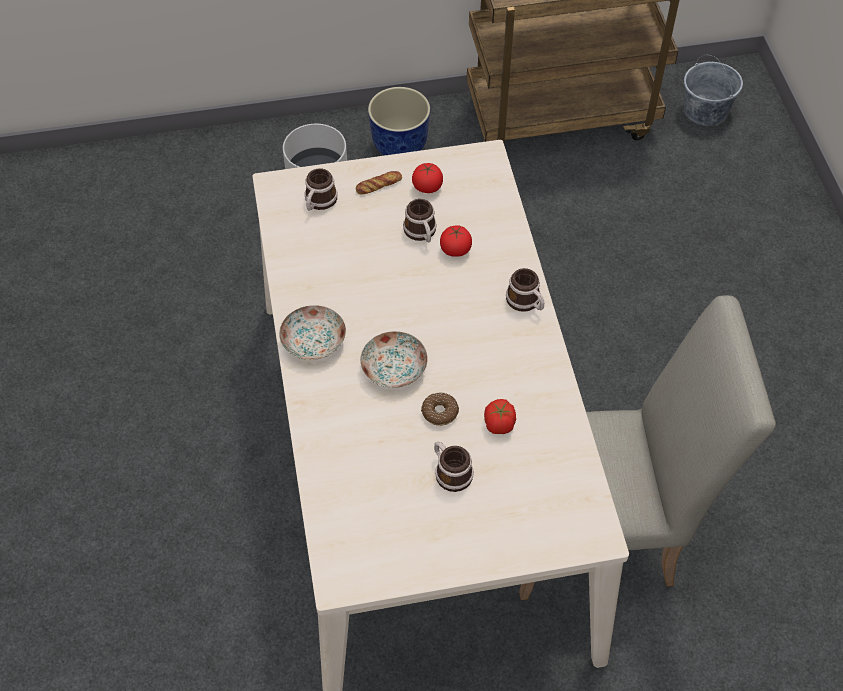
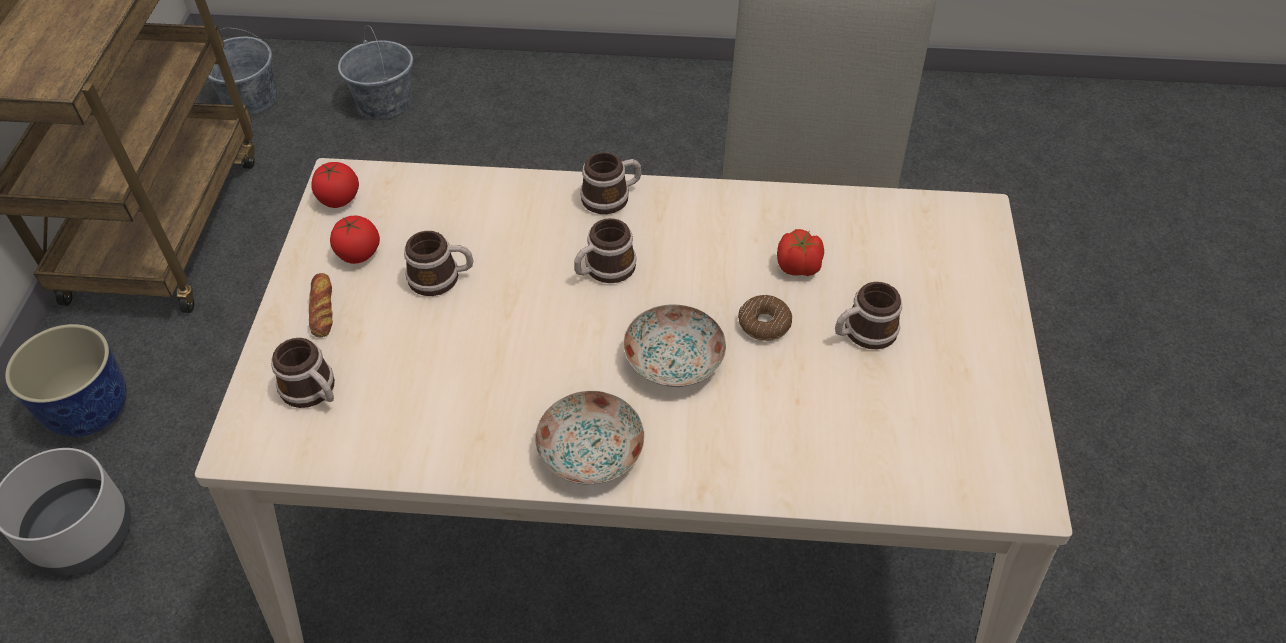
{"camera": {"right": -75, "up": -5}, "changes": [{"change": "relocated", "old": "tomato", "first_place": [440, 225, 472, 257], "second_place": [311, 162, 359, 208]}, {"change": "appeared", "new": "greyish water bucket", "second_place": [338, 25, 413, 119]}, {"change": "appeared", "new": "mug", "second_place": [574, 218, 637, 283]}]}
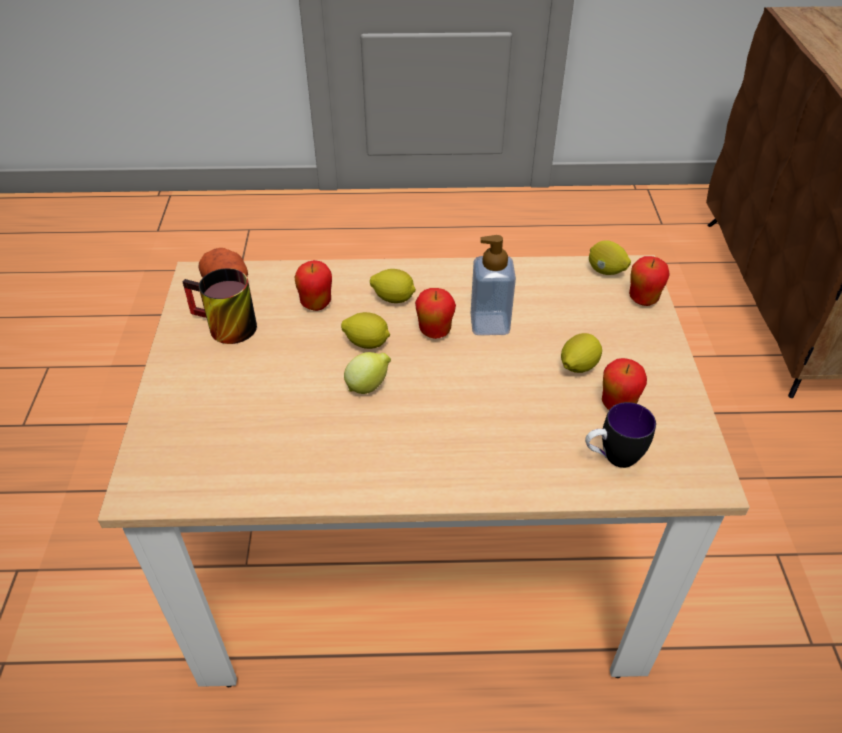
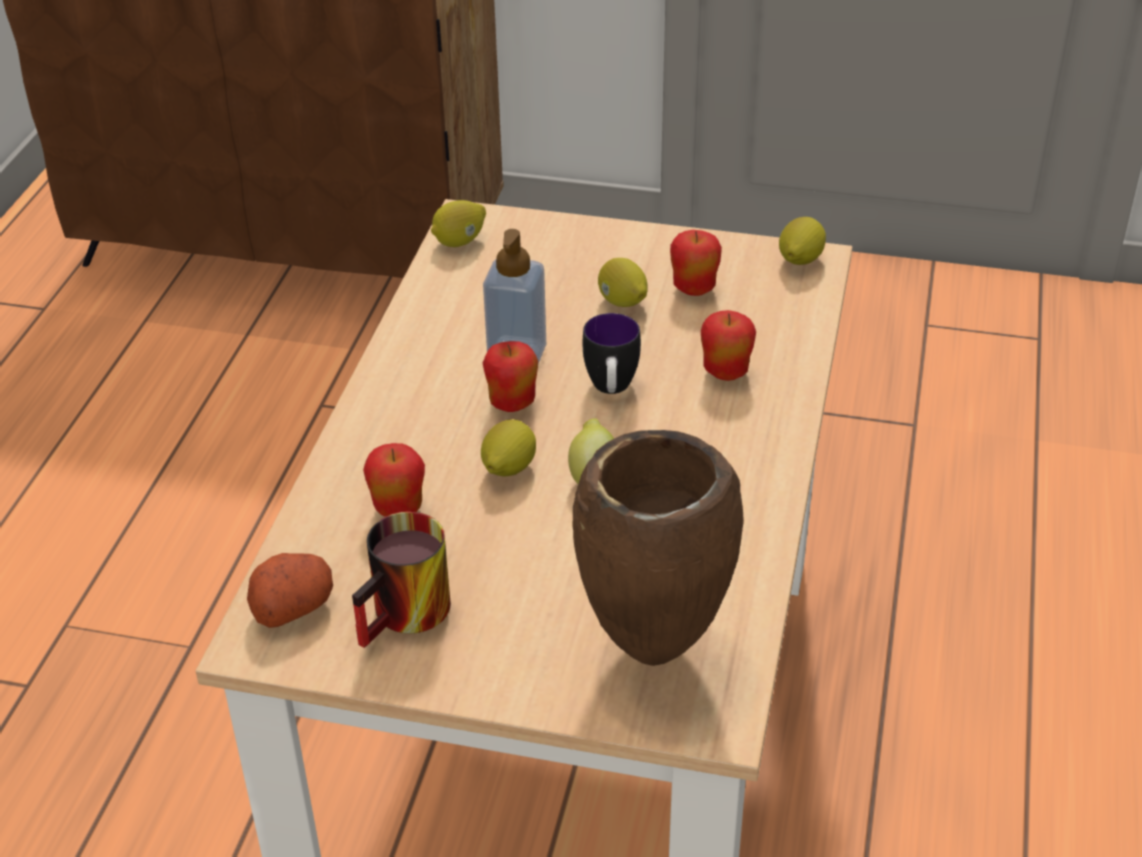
{"camera": {"right": -75, "up": -5}, "changes": [{"change": "relocated", "old": "citrus fruit", "first_place": [370, 269, 416, 303], "second_place": [779, 217, 826, 265]}, {"change": "relocated", "old": "mug", "first_place": [585, 402, 656, 468], "second_place": [583, 313, 641, 394]}, {"change": "relocated", "old": "apple", "first_place": [629, 256, 670, 306], "second_place": [701, 310, 756, 381]}, {"change": "appeared", "new": "brown-coloured decorative vase", "second_place": [573, 430, 744, 666]}]}
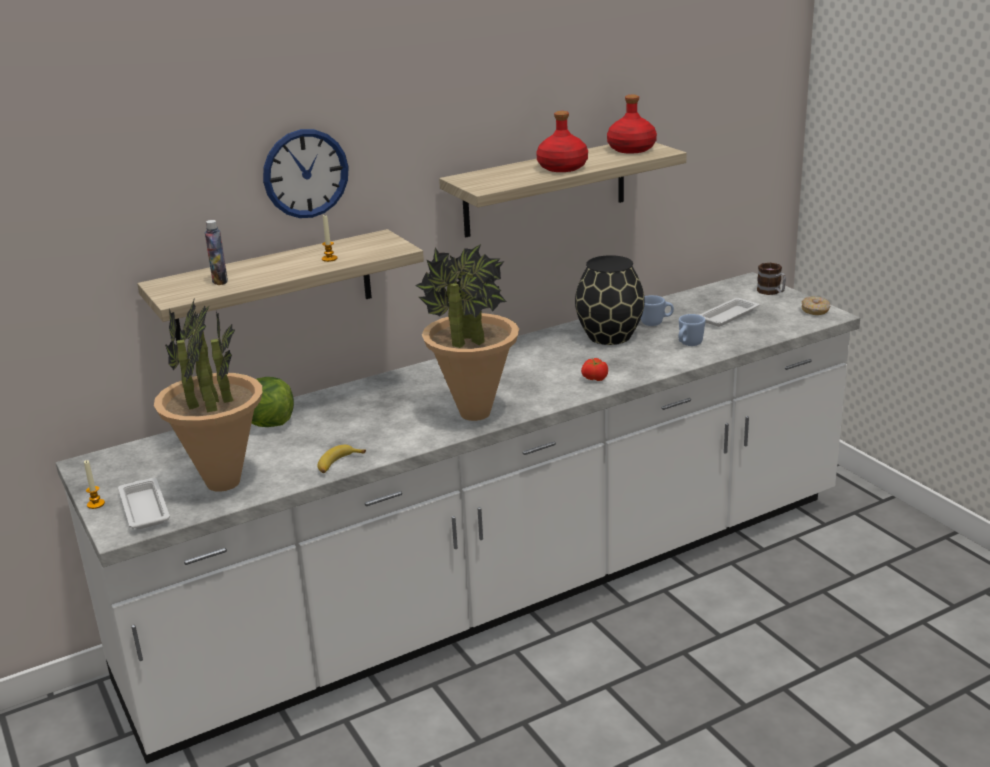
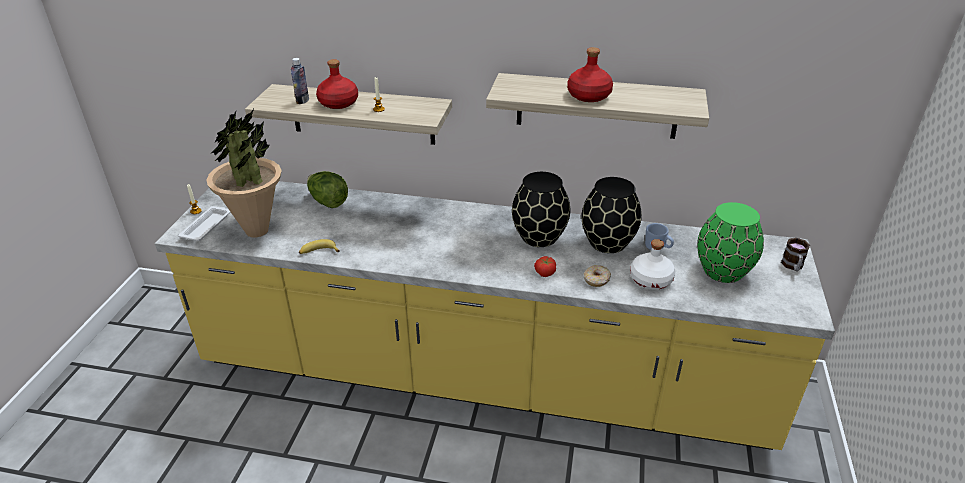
{"camera": {"right": 40, "up": 10}, "changes": [{"change": "colour", "old": "white kitchen base unit", "new": "yellow kitchen base unit", "first_place": [56, 272, 860, 764], "second_place": [155, 181, 835, 450]}, {"change": "missing", "old": "wall clock", "first_place": [263, 129, 349, 218]}, {"change": "missing", "old": "potted plant", "first_place": [415, 244, 519, 421]}, {"change": "relocated", "old": "red-coloured drink bottle", "first_place": [607, 95, 657, 154], "second_place": [316, 59, 358, 109]}, {"change": "exchanged", "old": "bluish mug", "new": "white drink bottle", "first_place": [678, 314, 705, 346], "second_place": [630, 239, 675, 290]}, {"change": "exchanged", "old": "white carrying tray", "new": "greenish decorative vase", "first_place": [699, 298, 759, 327], "second_place": [697, 202, 764, 283]}, {"change": "relocated", "old": "doughnut", "first_place": [802, 296, 830, 315], "second_place": [584, 265, 611, 287]}, {"change": "appeared", "new": "blackish decorative vase", "second_place": [512, 172, 570, 247]}]}
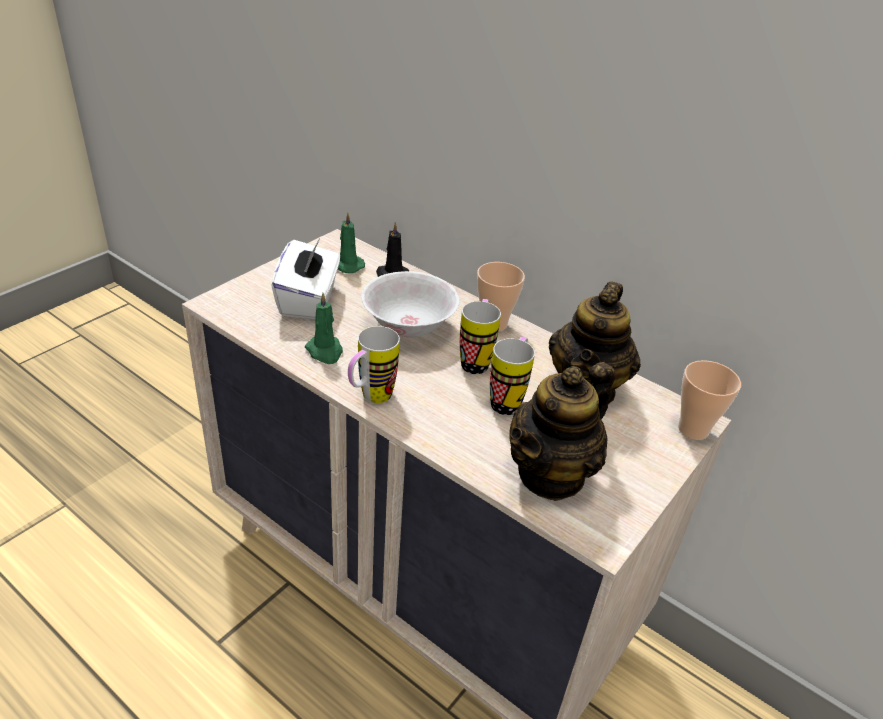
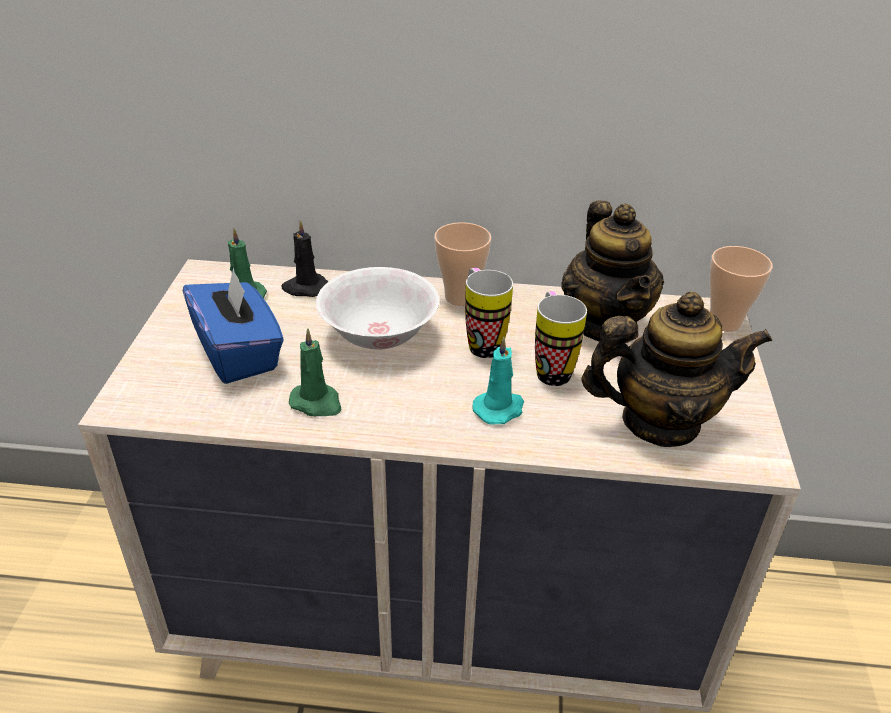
{"camera": {"right": -30, "up": 0}, "changes": [{"change": "colour", "old": "white tissue box", "new": "bluish tissue box", "first_place": [271, 237, 340, 319], "second_place": [183, 267, 284, 384]}, {"change": "missing", "old": "mug", "first_place": [348, 326, 400, 403]}, {"change": "spun", "old": "tea pot", "first_place": [510, 362, 615, 501], "second_place": [582, 292, 772, 447], "degrees": -105}, {"change": "appeared", "new": "turquoise-coloured wax candle", "second_place": [472, 337, 524, 425]}]}
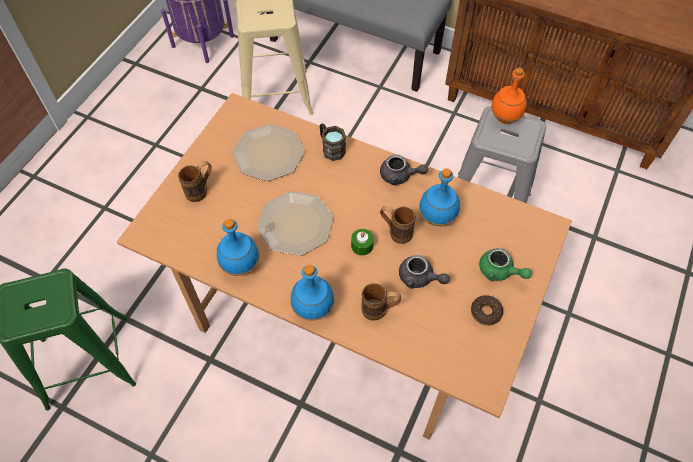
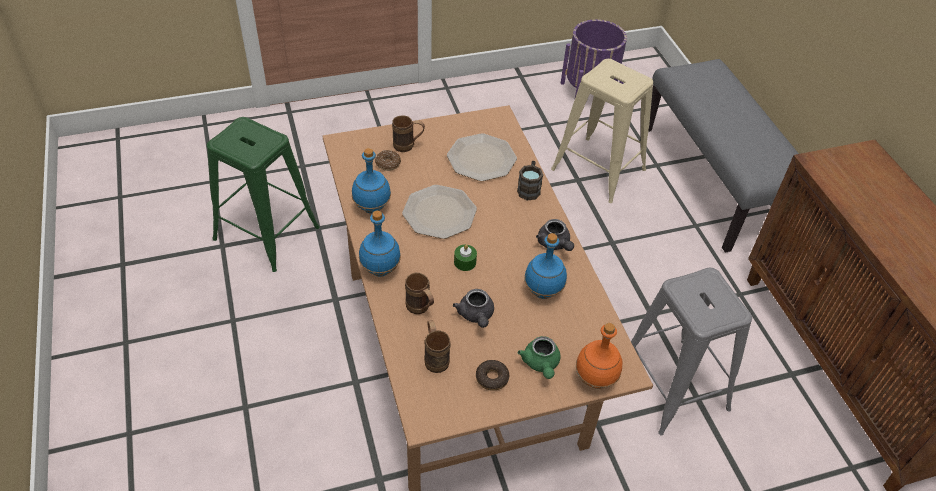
{"camera": {"right": 45, "up": -10}, "changes": [{"change": "relocated", "old": "brown-coloured mug", "first_place": [380, 206, 416, 244], "second_place": [424, 320, 450, 373]}, {"change": "relocated", "old": "orange drink bottle", "first_place": [491, 68, 527, 124], "second_place": [576, 323, 622, 389]}, {"change": "appeared", "new": "doughnut", "second_place": [375, 150, 401, 171]}]}
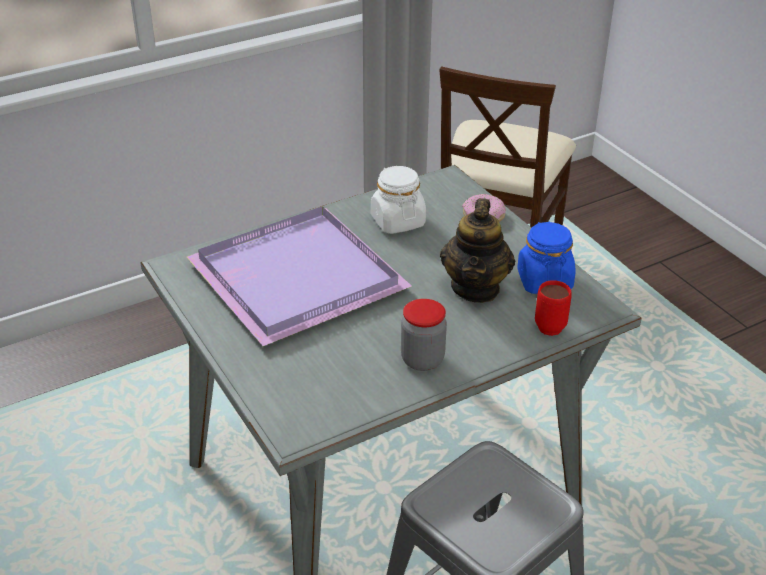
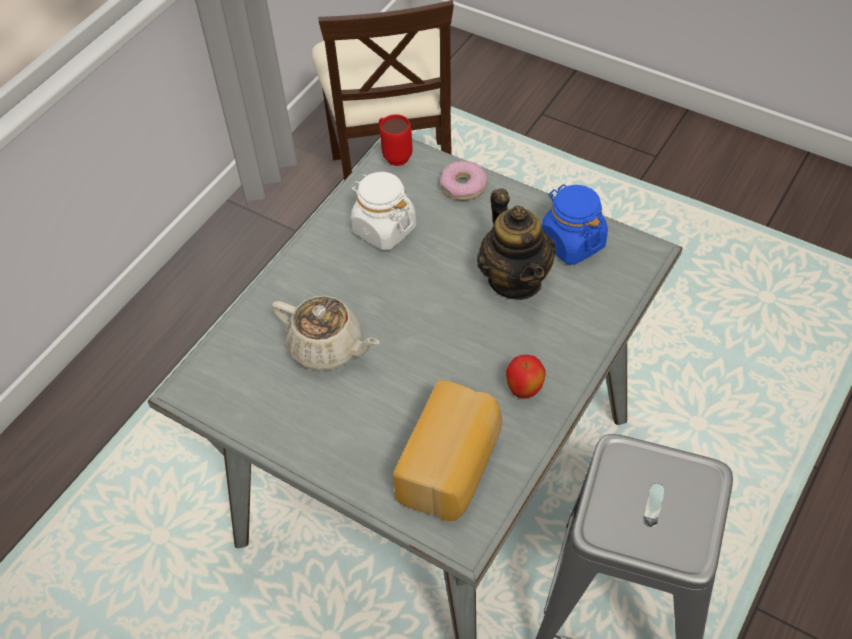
{"camera": {"right": -25, "up": 15}, "changes": [{"change": "exchanged", "old": "purple-coloured carrying tray", "new": "sand-coloured tea pot", "first_place": [186, 207, 412, 346], "second_place": [272, 295, 380, 371]}, {"change": "exchanged", "old": "jar", "new": "apple", "first_place": [401, 299, 447, 371], "second_place": [506, 355, 546, 398]}, {"change": "relocated", "old": "red-coloured mug", "first_place": [535, 280, 572, 336], "second_place": [379, 114, 413, 166]}, {"change": "appeared", "new": "baked bread", "second_place": [393, 380, 502, 521]}]}
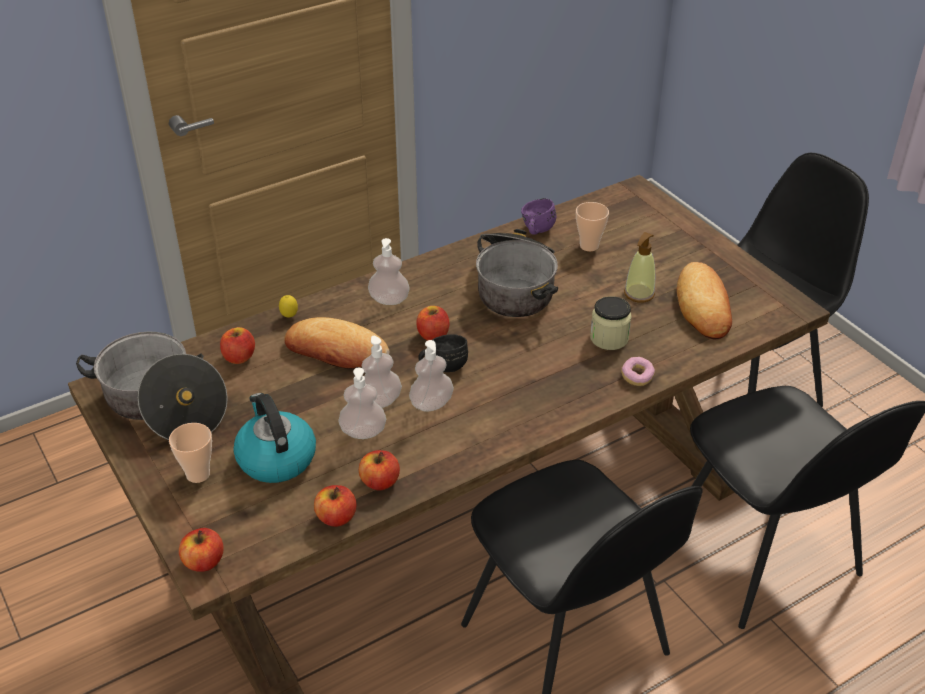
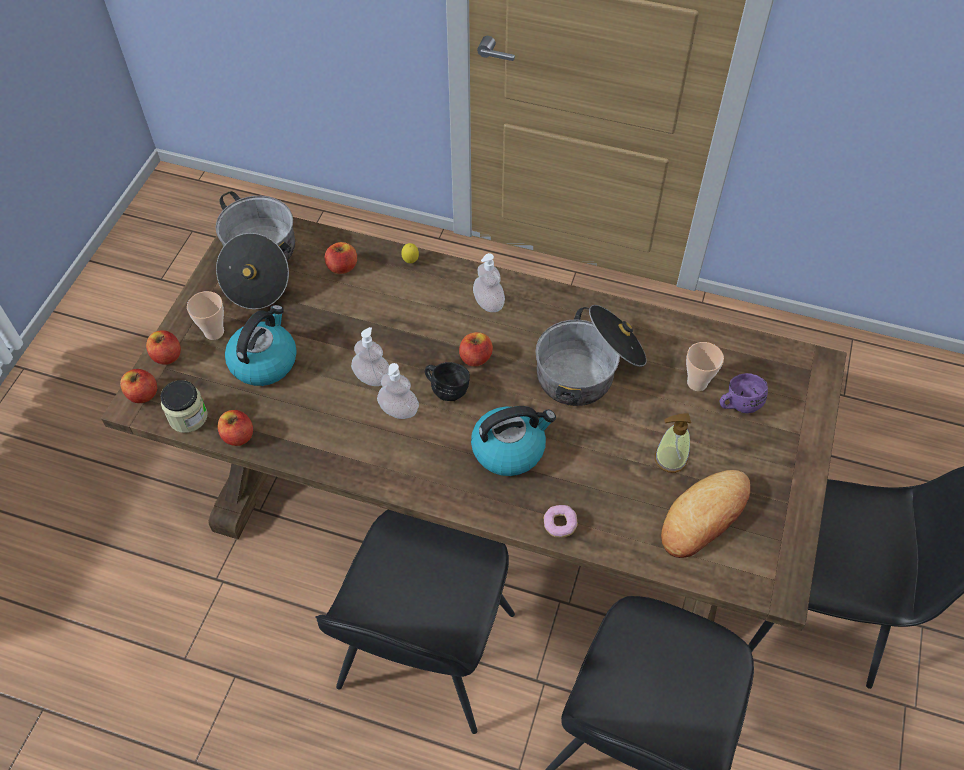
{"camera": {"right": 50, "up": 15}, "changes": [{"change": "missing", "old": "baked bread", "first_place": [284, 317, 389, 369]}, {"change": "missing", "old": "soap dispenser", "first_place": [338, 368, 386, 439]}, {"change": "relocated", "old": "apple", "first_place": [359, 450, 400, 491], "second_place": [146, 330, 181, 365]}, {"change": "relocated", "old": "purple-coloured mug", "first_place": [521, 198, 557, 235], "second_place": [720, 373, 768, 413]}, {"change": "relocated", "old": "jar", "first_place": [590, 296, 632, 350], "second_place": [160, 380, 208, 433]}, {"change": "appeared", "new": "kettle", "second_place": [471, 406, 556, 476]}]}
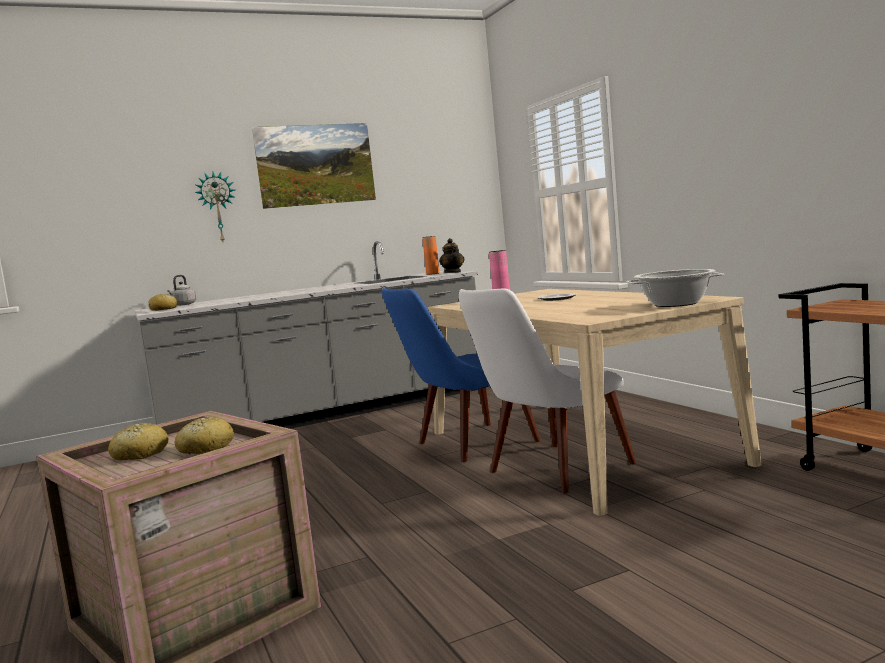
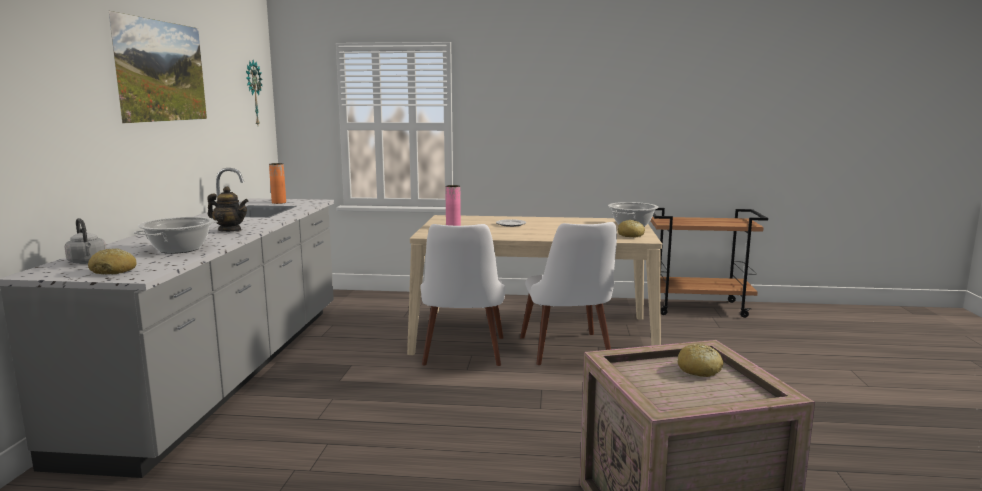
{"camera": {"right": -60, "up": 5}, "changes": [{"change": "relocated", "old": "baked bread", "first_place": [108, 423, 169, 461], "second_place": [618, 220, 645, 237]}, {"change": "relocated", "old": "wall clock", "first_place": [195, 172, 236, 242], "second_place": [246, 60, 262, 125]}, {"change": "colour", "old": "bluish upright chair", "new": "white upright chair", "first_place": [382, 288, 541, 462], "second_place": [420, 224, 505, 366]}, {"change": "relocated", "old": "tea pot", "first_place": [439, 238, 464, 273], "second_place": [207, 186, 249, 232]}, {"change": "appeared", "new": "stockpot", "second_place": [134, 217, 218, 254]}]}
